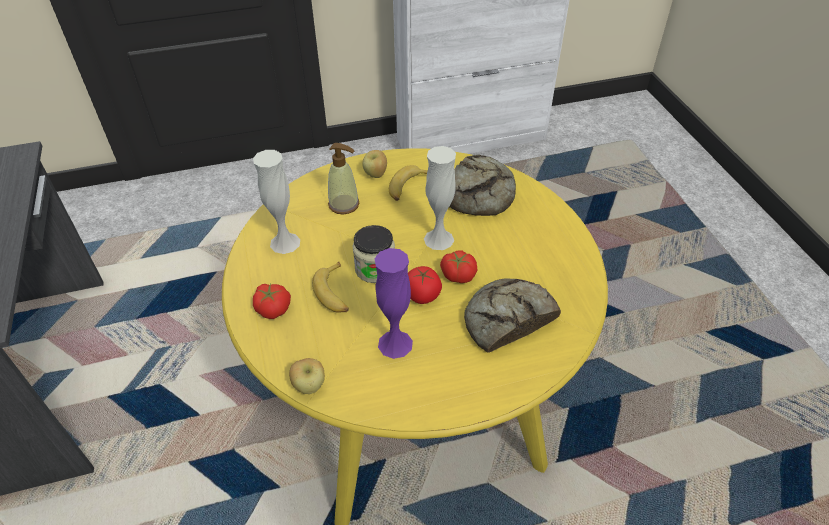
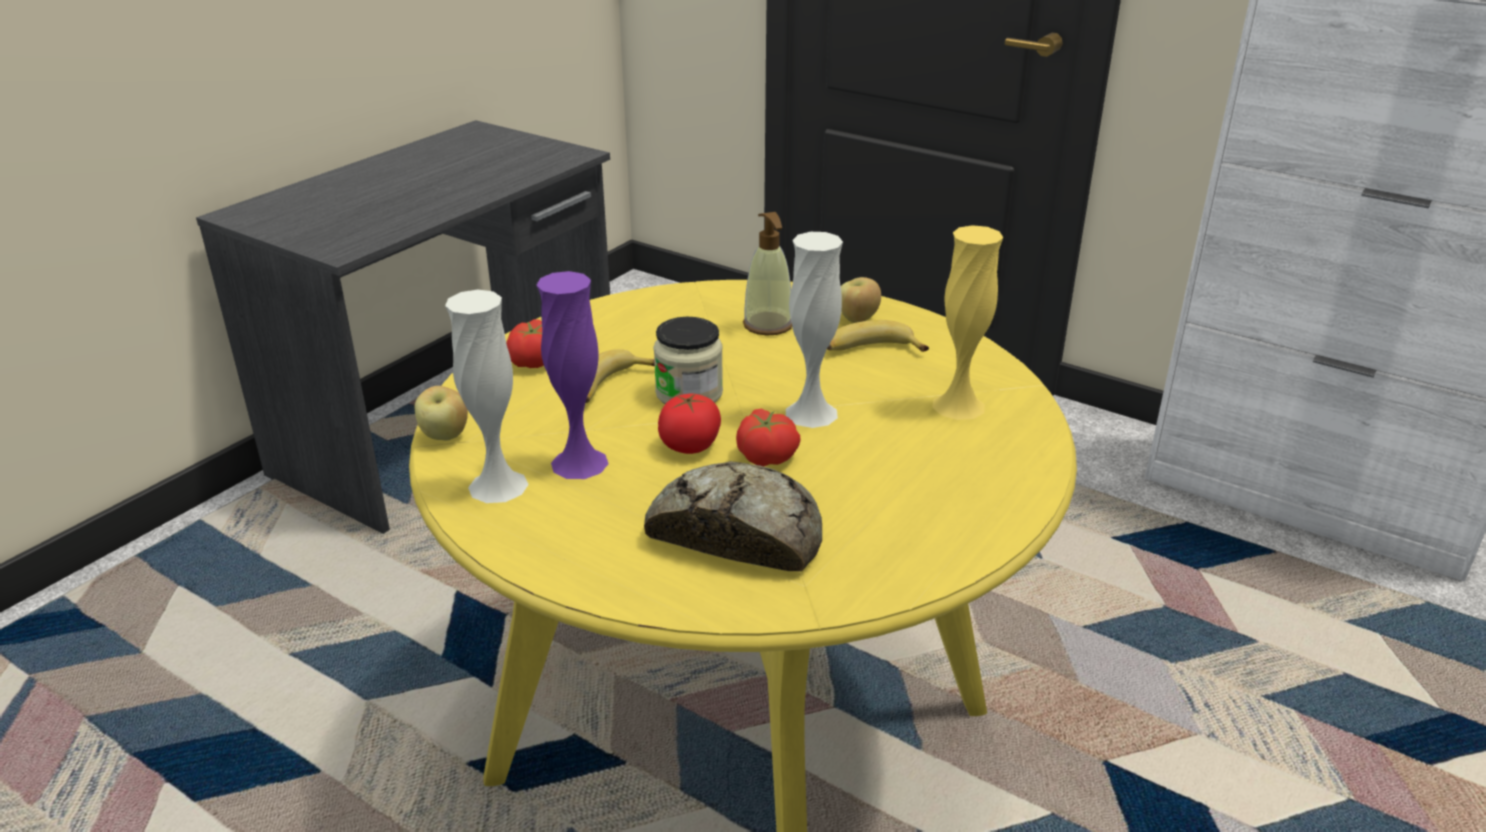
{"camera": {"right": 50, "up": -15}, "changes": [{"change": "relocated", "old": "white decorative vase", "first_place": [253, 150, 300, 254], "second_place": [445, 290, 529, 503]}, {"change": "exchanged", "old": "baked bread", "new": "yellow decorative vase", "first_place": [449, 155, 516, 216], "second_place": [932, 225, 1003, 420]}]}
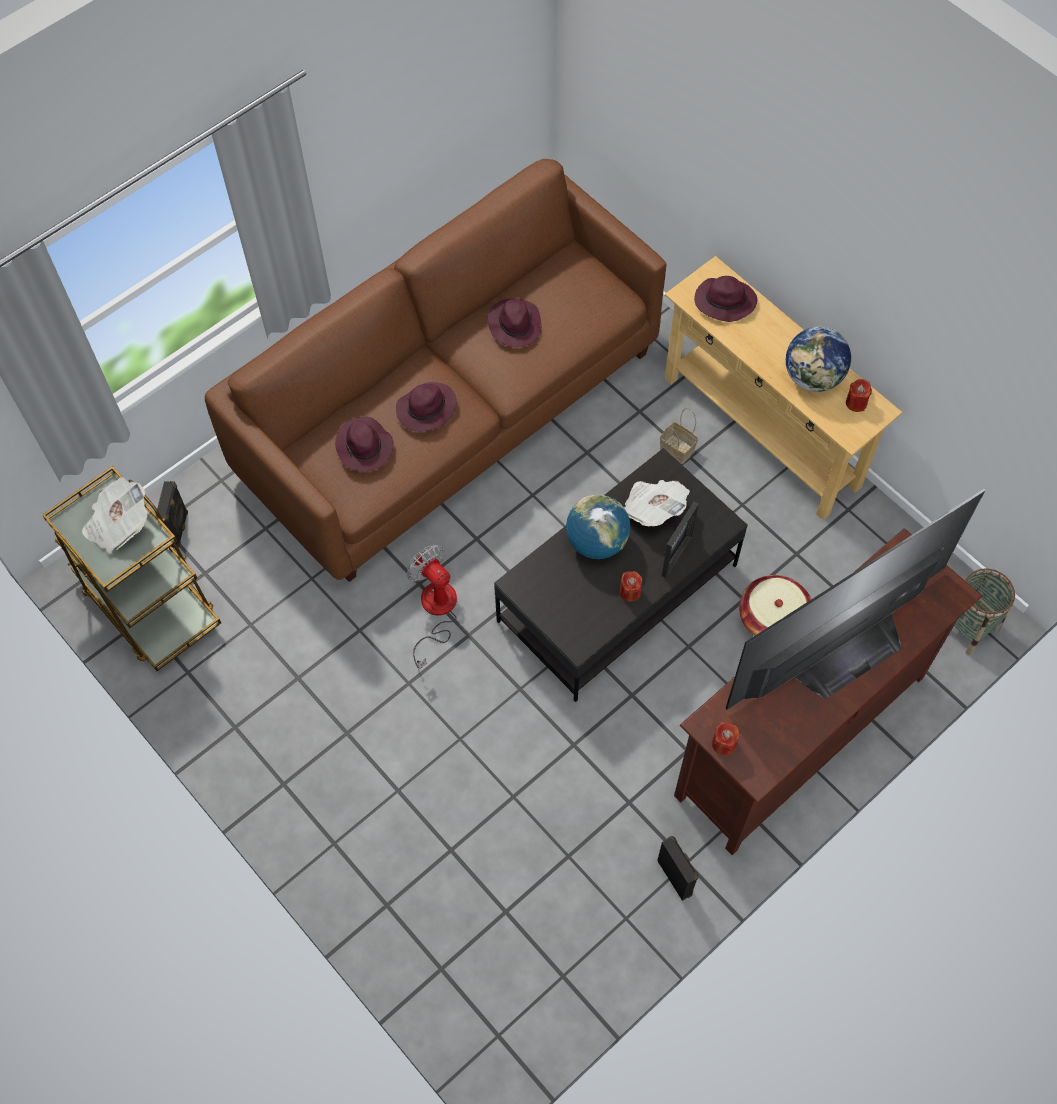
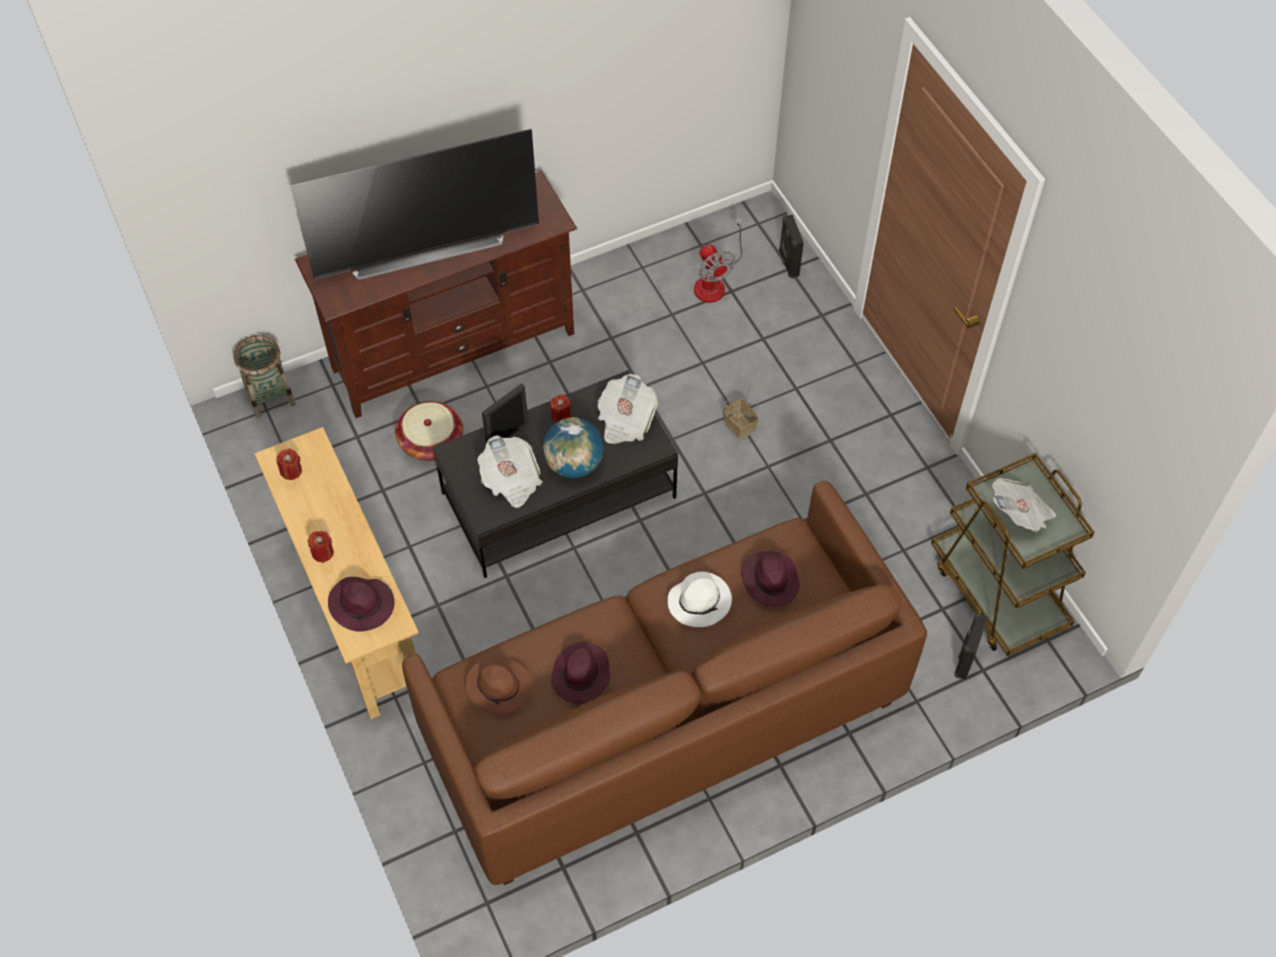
{"camera": {"right": -165, "up": -5}, "changes": [{"change": "colour", "old": "purple-coloured clothing hat", "new": "white clothing hat", "first_place": [396, 382, 457, 432], "second_place": [667, 572, 732, 627]}, {"change": "relocated", "old": "fan", "first_place": [407, 545, 457, 670], "second_place": [694, 217, 742, 303]}, {"change": "relocated", "old": "blackish speaker", "first_place": [657, 836, 699, 901], "second_place": [779, 215, 804, 278]}, {"change": "relocated", "old": "household basket", "first_place": [660, 408, 698, 464], "second_place": [723, 385, 759, 440]}, {"change": "relocated", "old": "red-coloured wax candle", "first_place": [712, 721, 740, 755], "second_place": [307, 531, 334, 563]}, {"change": "missing", "old": "globe", "first_place": [786, 326, 851, 392]}, {"change": "appeared", "new": "brown-coloured clothing hat", "second_place": [465, 658, 532, 715]}, {"change": "appeared", "new": "printed paper", "second_place": [597, 374, 658, 444]}]}
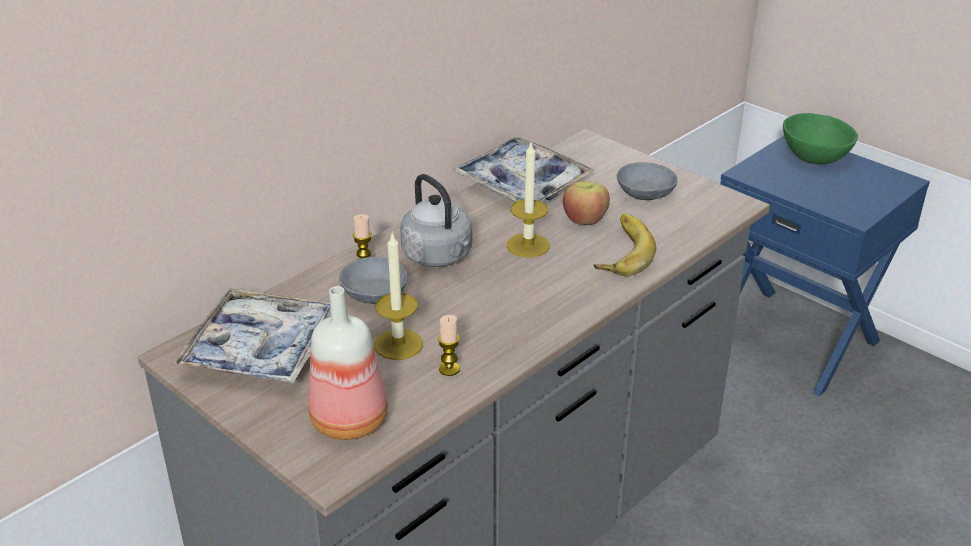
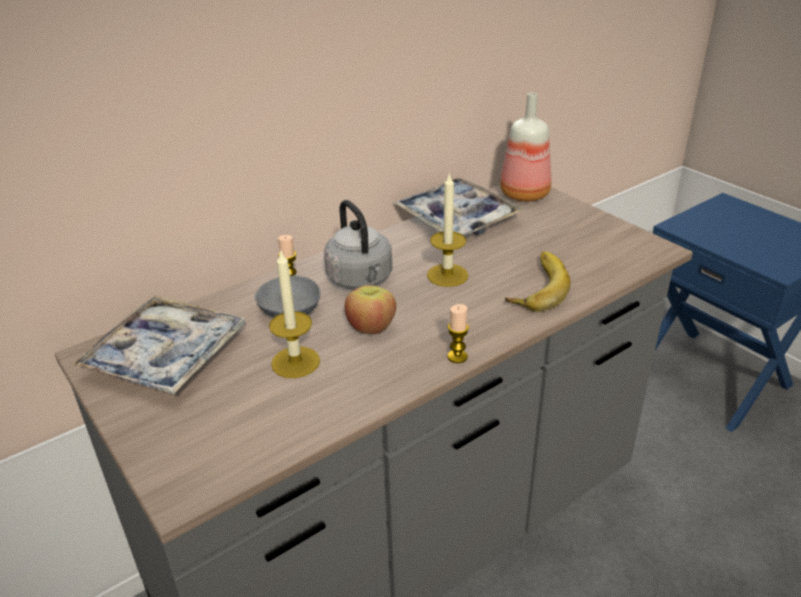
{"camera": {"right": 10, "up": 0}, "changes": [{"change": "relocated", "old": "drink bottle", "first_place": [308, 286, 388, 440], "second_place": [500, 93, 551, 202]}, {"change": "relocated", "old": "wax candle", "first_place": [438, 315, 460, 376], "second_place": [447, 304, 469, 363]}, {"change": "relocated", "old": "apple", "first_place": [563, 181, 610, 225], "second_place": [345, 285, 396, 334]}, {"change": "missing", "old": "greyish serving bowl", "first_place": [617, 162, 678, 200]}, {"change": "missing", "old": "greenish serving bowl", "first_place": [783, 113, 858, 164]}]}
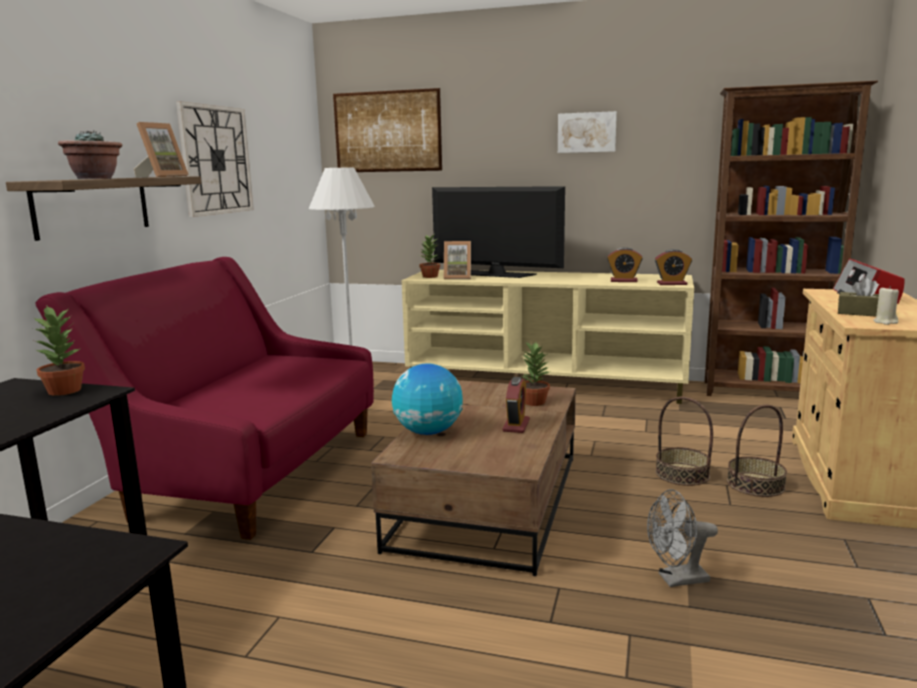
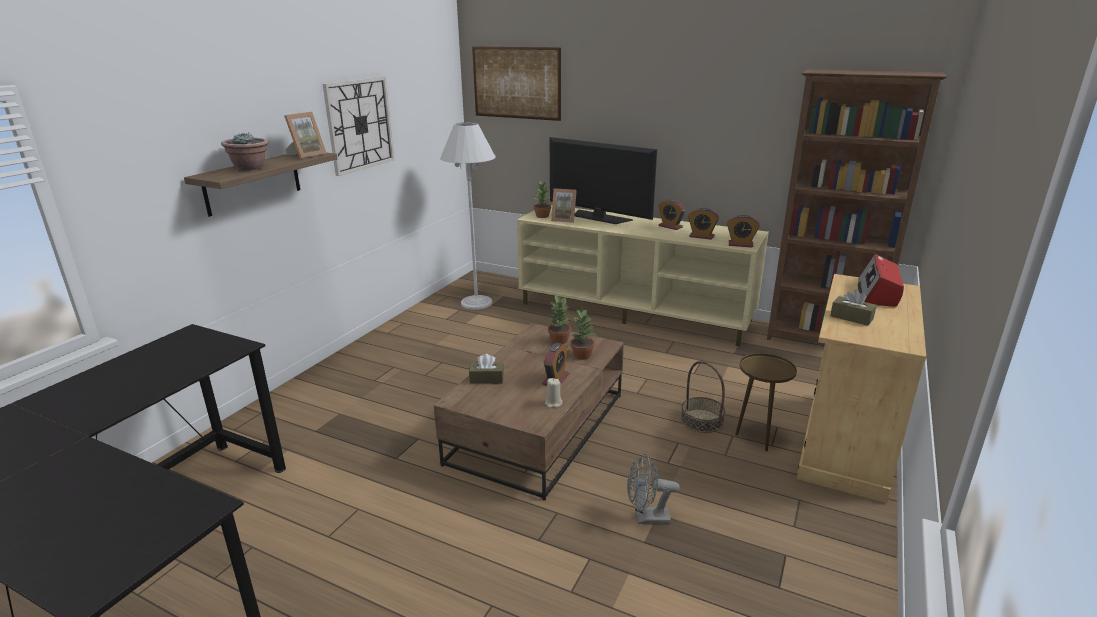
{"camera": {"right": 10, "up": 10}, "changes": [{"change": "relocated", "old": "potted plant", "first_place": [33, 306, 85, 396], "second_place": [548, 295, 571, 344]}, {"change": "missing", "old": "red-coloured couch", "first_place": [35, 257, 374, 540]}, {"change": "exchanged", "old": "globe", "new": "brown-coloured tissue box", "first_place": [392, 363, 463, 435], "second_place": [469, 354, 504, 384]}, {"change": "missing", "old": "wall picture", "first_place": [558, 111, 617, 153]}, {"change": "exchanged", "old": "household basket", "new": "brown-coloured end table", "first_place": [727, 405, 787, 497], "second_place": [735, 353, 797, 451]}, {"change": "relocated", "old": "sand-coloured wax candle", "first_place": [873, 286, 899, 325], "second_place": [545, 378, 563, 408]}, {"change": "appeared", "new": "bedside clock", "second_place": [658, 199, 686, 230]}]}
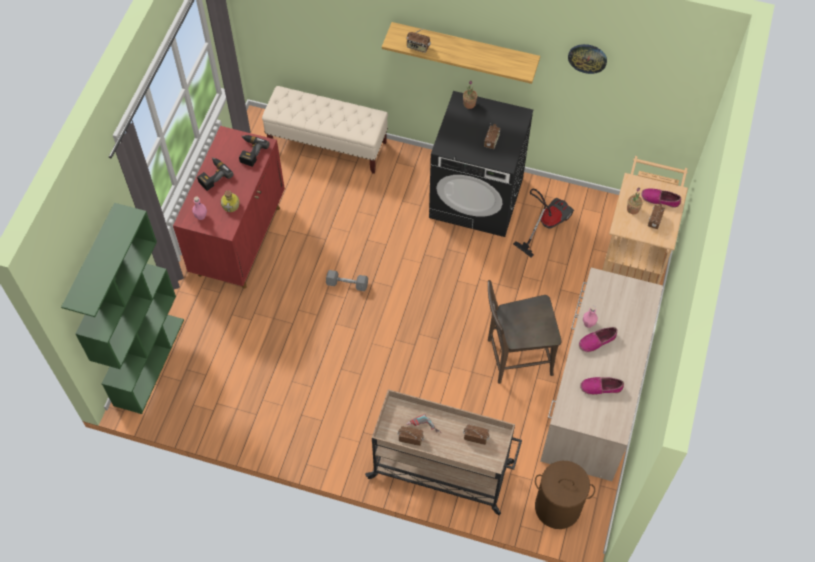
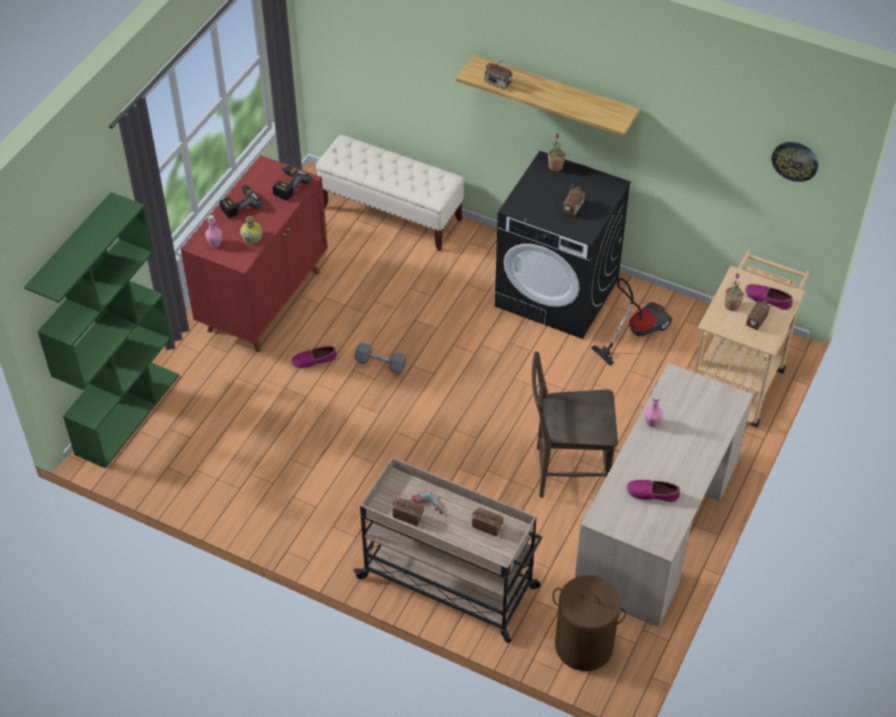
{"camera": {"right": 10, "up": -10}, "changes": [{"change": "relocated", "old": "wall clock", "first_place": [568, 44, 607, 74], "second_place": [771, 142, 818, 182]}, {"change": "relocated", "old": "shoe", "first_place": [579, 327, 617, 352], "second_place": [291, 346, 337, 369]}]}
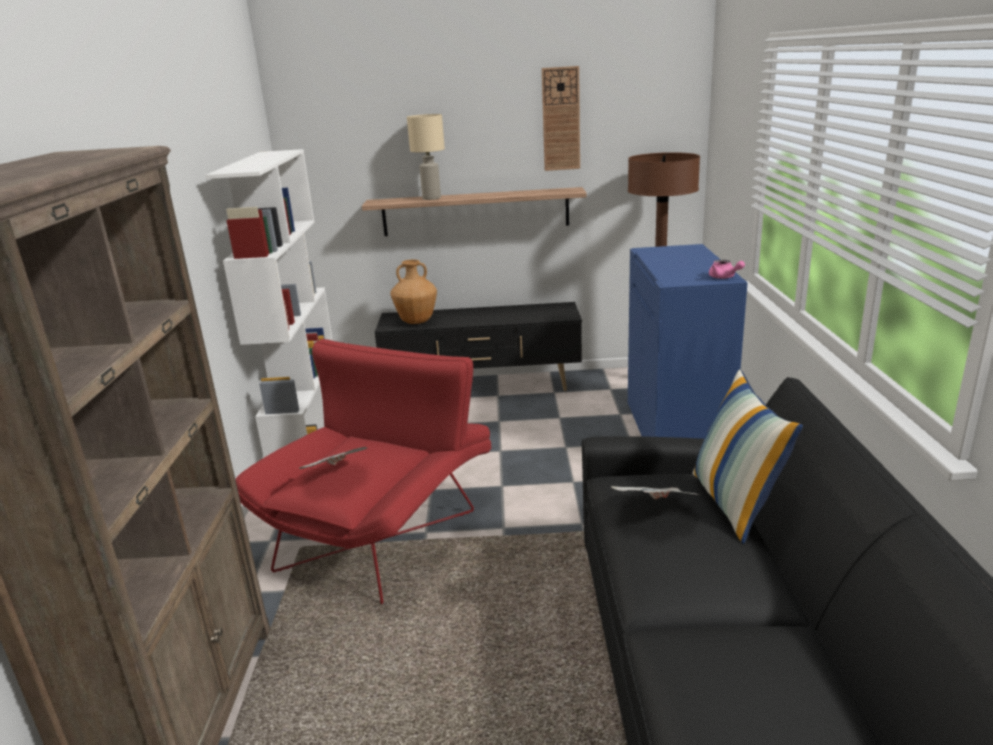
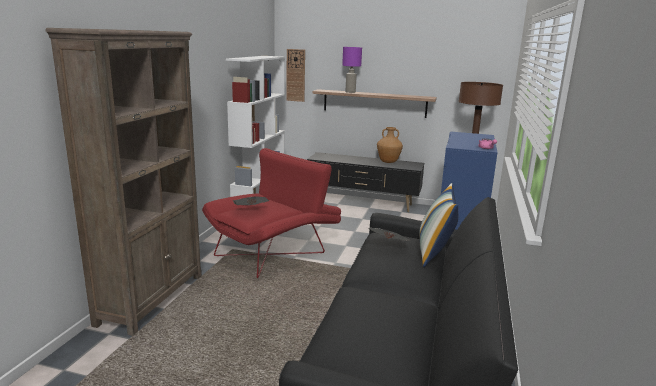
{"camera": {"right": 15, "up": -5}, "changes": [{"change": "relocated", "old": "brown-coloured decorative vase", "first_place": [390, 259, 437, 324], "second_place": [377, 127, 403, 163]}, {"change": "colour", "old": "sand-coloured tabletop lamp", "new": "purple-coloured tabletop lamp", "first_place": [407, 114, 445, 200], "second_place": [342, 47, 362, 93]}, {"change": "relocated", "old": "wall clock", "first_place": [542, 66, 580, 171], "second_place": [286, 49, 305, 102]}]}
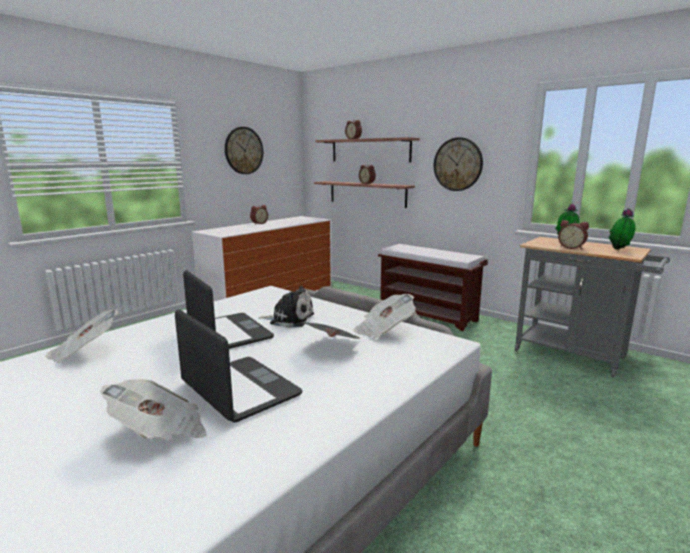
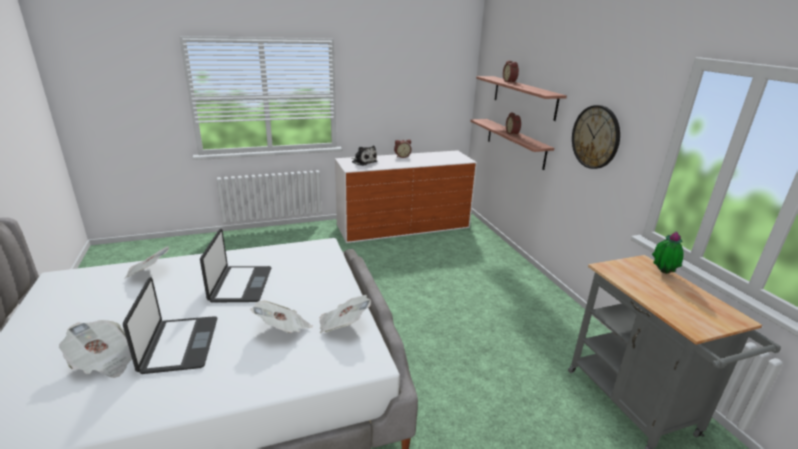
{"camera": {"right": 30, "up": 10}, "changes": [{"change": "missing", "old": "wall clock", "first_place": [225, 127, 263, 174]}, {"change": "relocated", "old": "cuddly toy", "first_place": [259, 286, 314, 328], "second_place": [351, 146, 378, 166]}, {"change": "missing", "old": "brown-coloured indoor bench", "first_place": [378, 244, 488, 331]}, {"change": "missing", "old": "bedside clock", "first_place": [558, 220, 589, 250]}, {"change": "missing", "old": "potted plant", "first_place": [609, 208, 635, 250]}]}
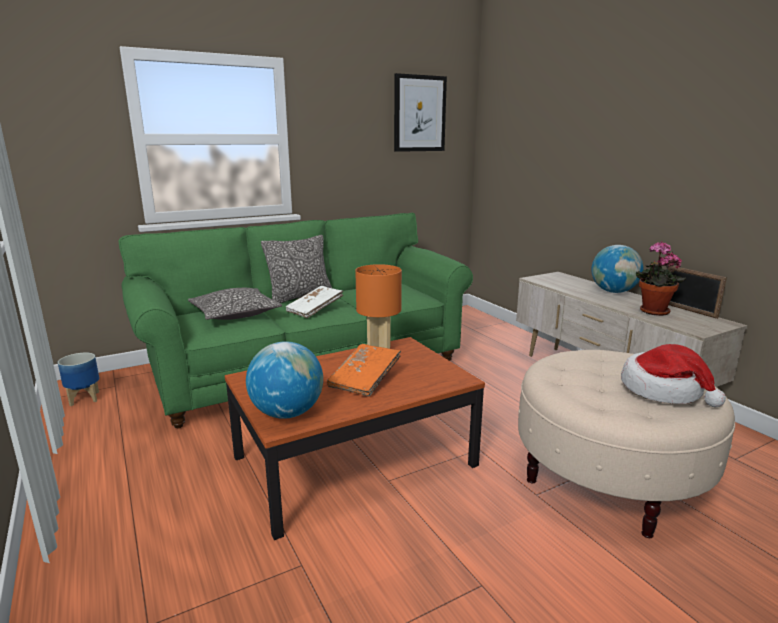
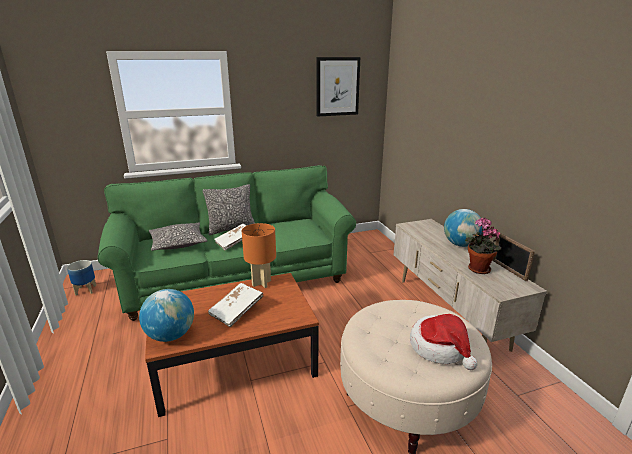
{"camera": {"right": 10, "up": 5}, "changes": [{"change": "colour", "old": "orange volume", "new": "white volume", "first_place": [327, 344, 401, 396], "second_place": [208, 283, 263, 327]}]}
